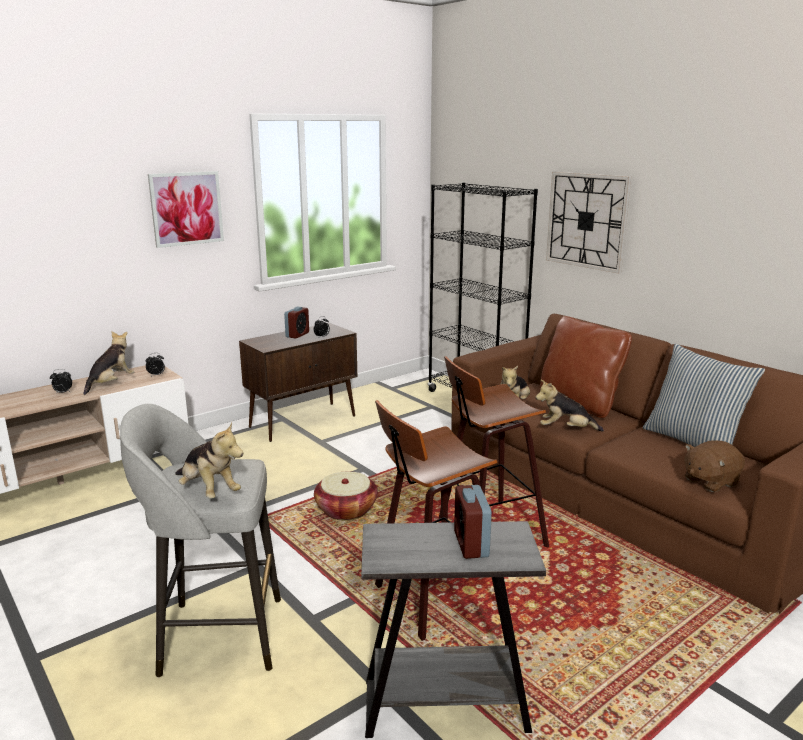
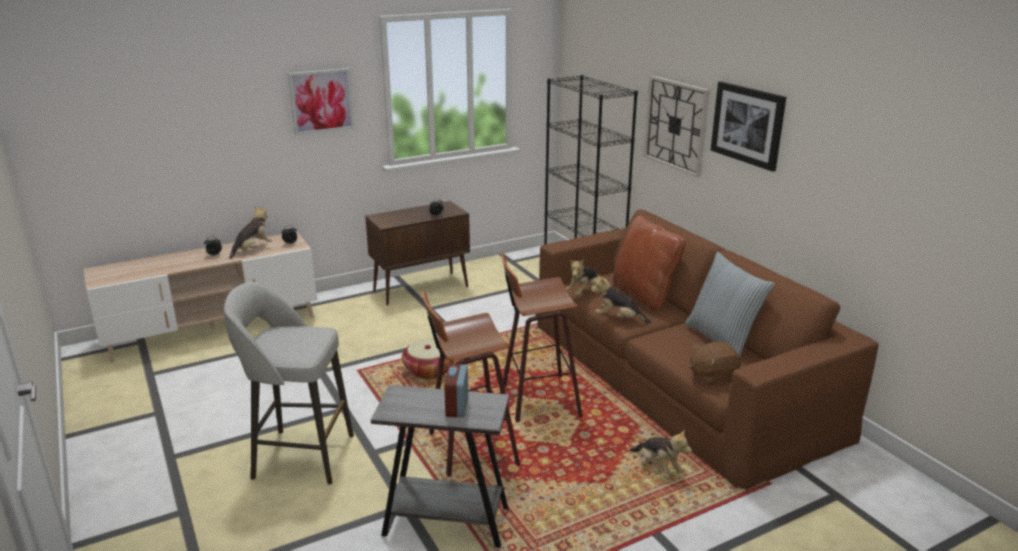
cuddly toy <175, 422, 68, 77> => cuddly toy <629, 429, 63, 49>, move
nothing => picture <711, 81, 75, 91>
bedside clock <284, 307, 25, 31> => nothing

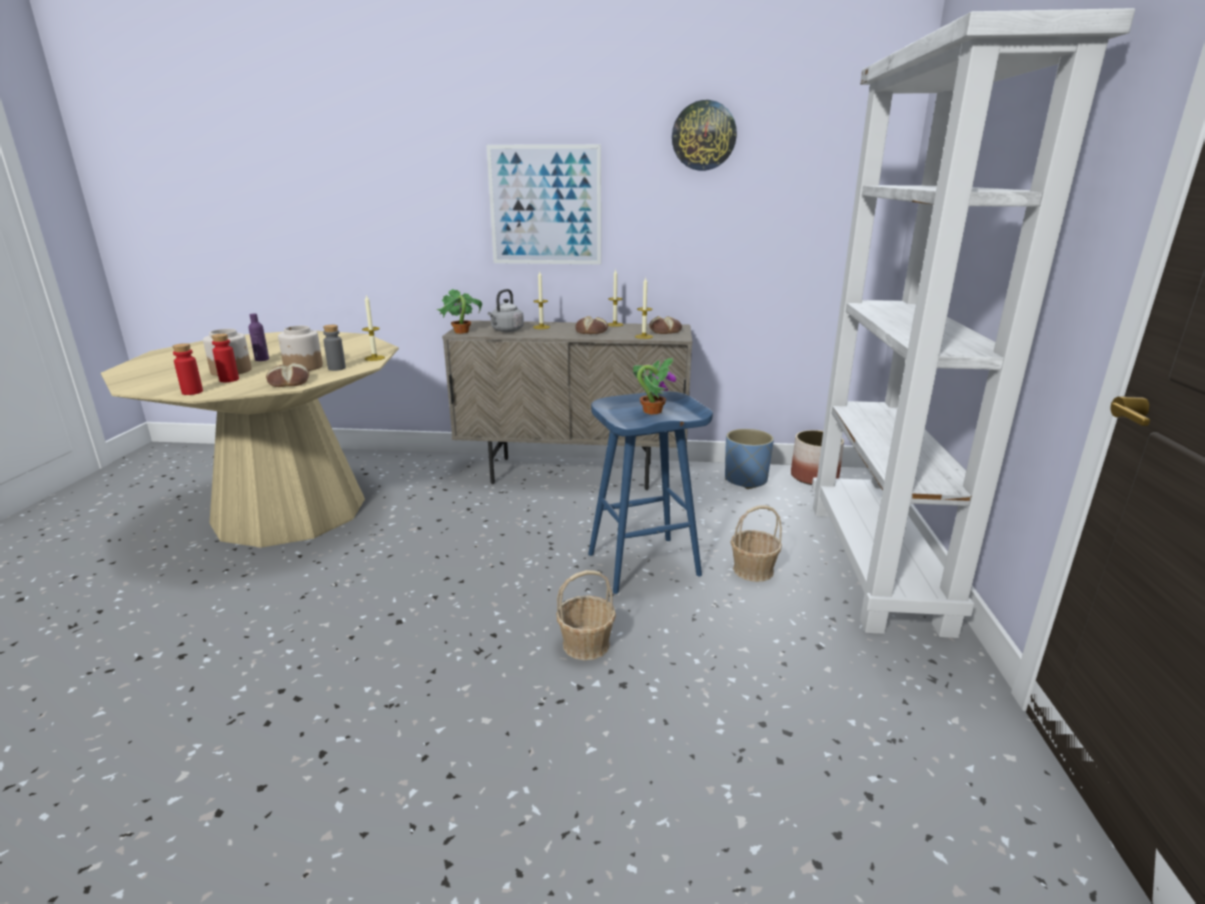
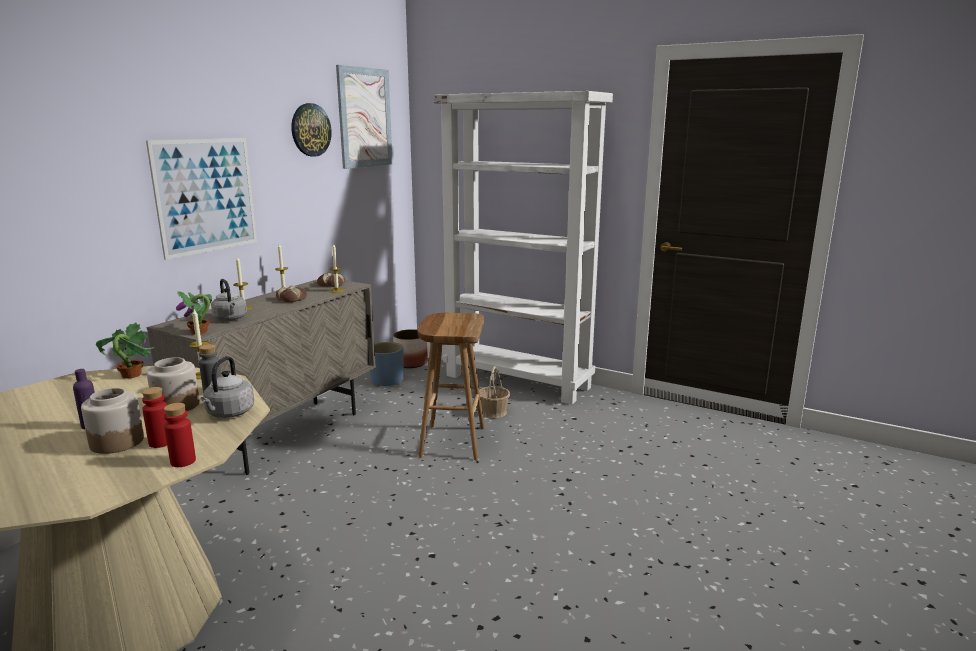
plant in a pot <633, 358, 43, 56> => plant in a pot <96, 323, 58, 55>, move
baked bread <266, 363, 43, 24> => gray kettle <200, 356, 54, 62>
nothing => picture <336, 65, 57, 104>
blue-coloured stool seat <588, 391, 125, 203> => brownish stool seat <418, 313, 67, 147>
basket <556, 570, 60, 90> => nothing

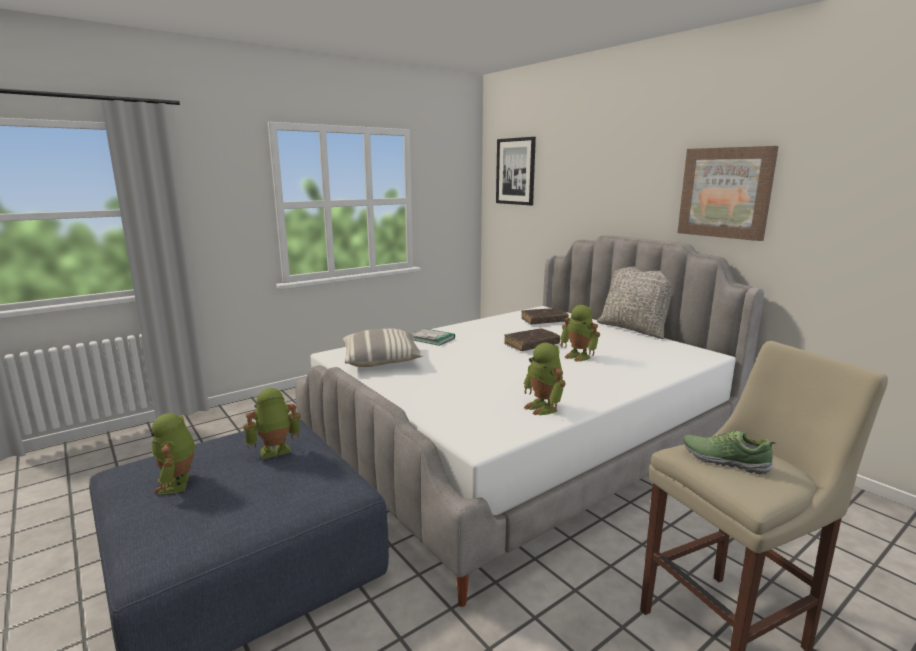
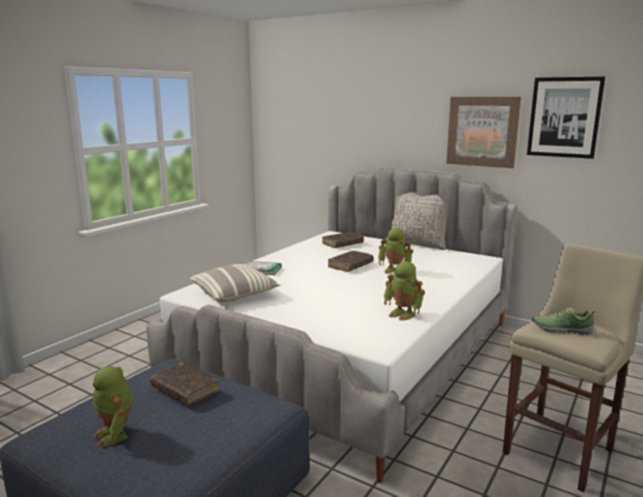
robot figure <243, 388, 58, 71> => brownish volume <150, 362, 70, 43>
picture <496, 137, 40, 68> => picture <527, 77, 78, 82>, move

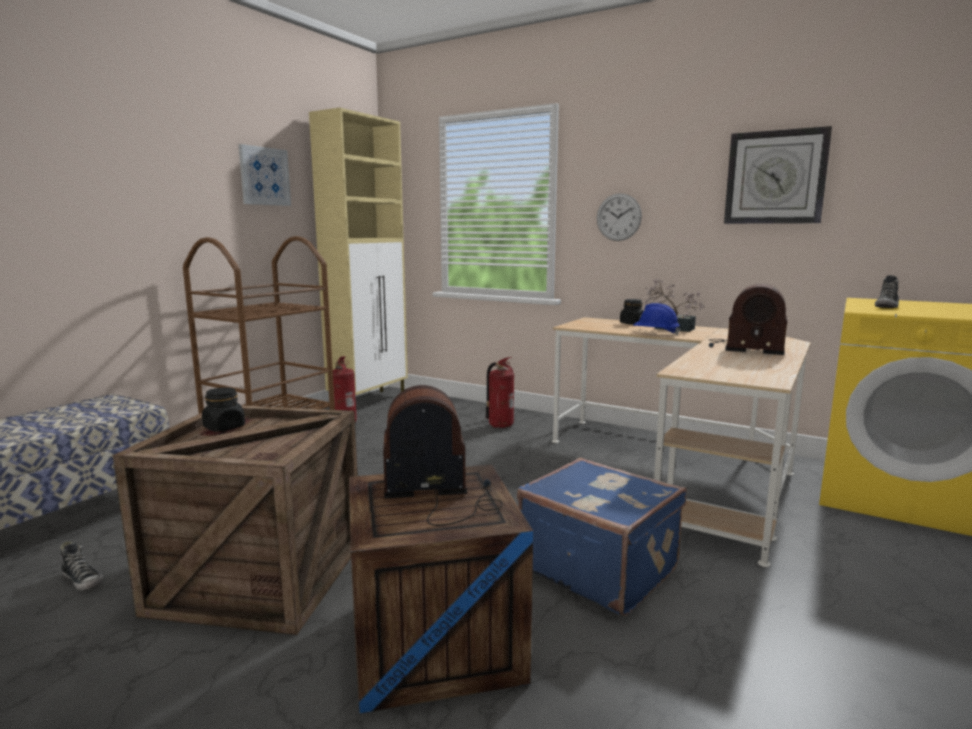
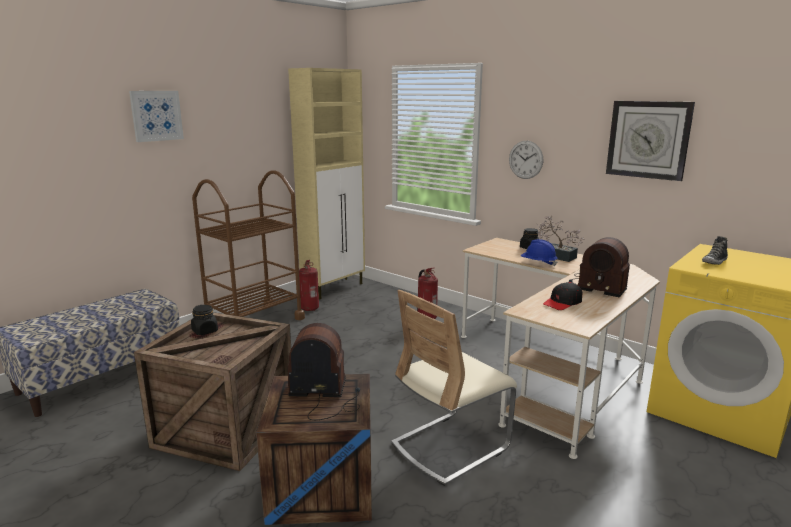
picture <239, 144, 52, 62> => picture <129, 91, 55, 51>, move
blue-coloured travel case <517, 458, 170, 158> => sand-coloured chair <391, 290, 126, 196>
nothing => black peaked cap <543, 282, 39, 28>
shoe <60, 542, 43, 48> => nothing

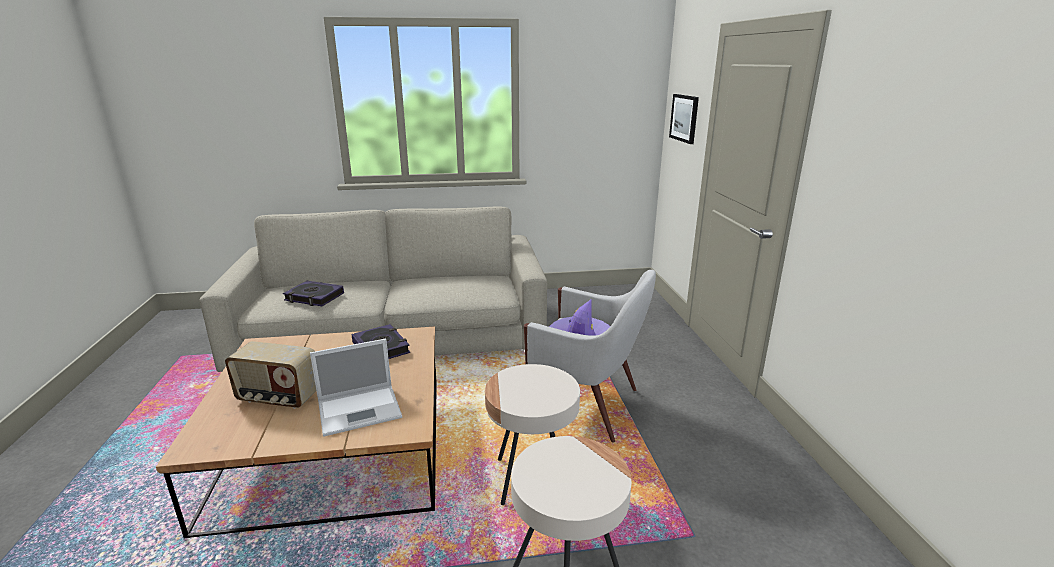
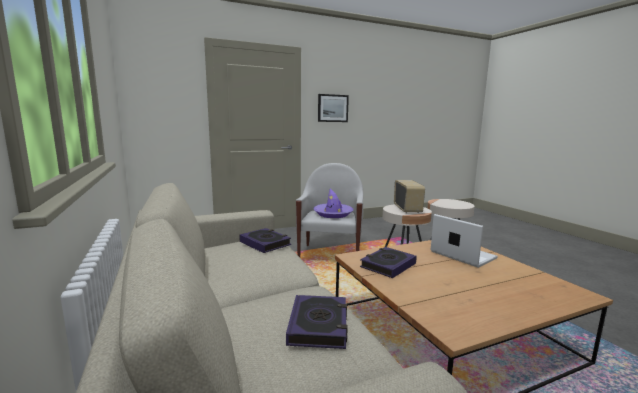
nothing => volume <239, 228, 52, 25>
picture <669, 94, 30, 50> => picture <318, 94, 31, 28>, move
radio set <225, 341, 91, 68> => radio set <394, 180, 31, 33>, move

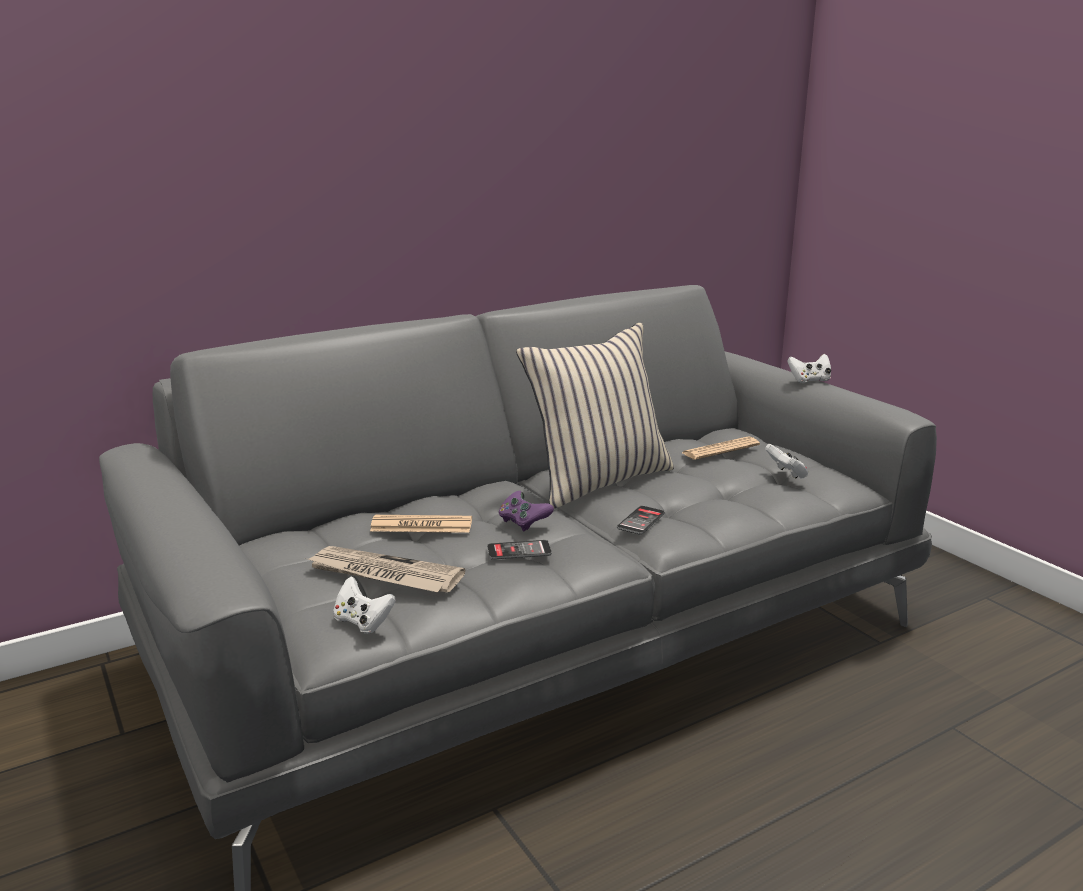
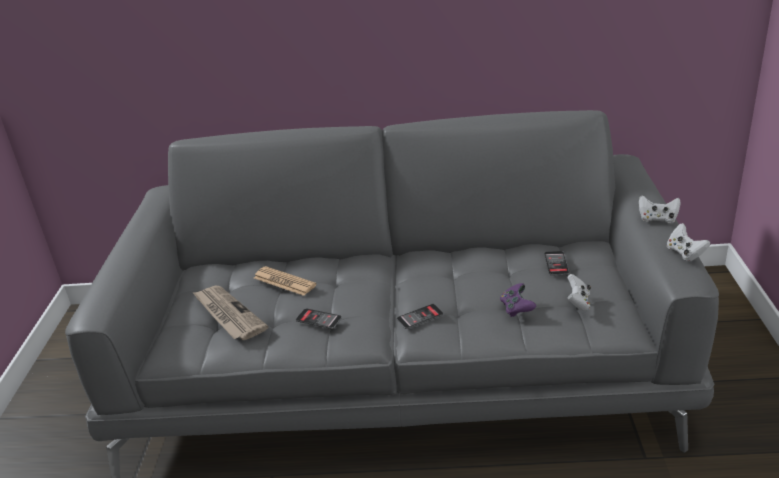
purple-coloured gamepad <498, 491, 56, 40> => purple-coloured gamepad <500, 283, 36, 34>, move
daily paper <682, 436, 78, 24> => phone <544, 251, 25, 24>
white gamepad <333, 576, 63, 58> => white gamepad <667, 223, 43, 39>, move
sand-coloured cushion <516, 323, 158, 186> => nothing

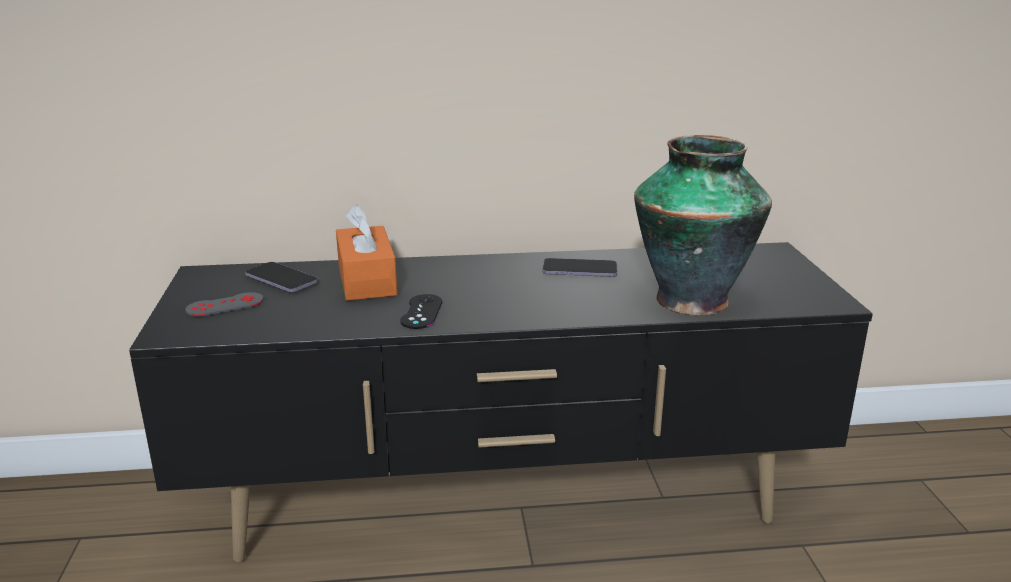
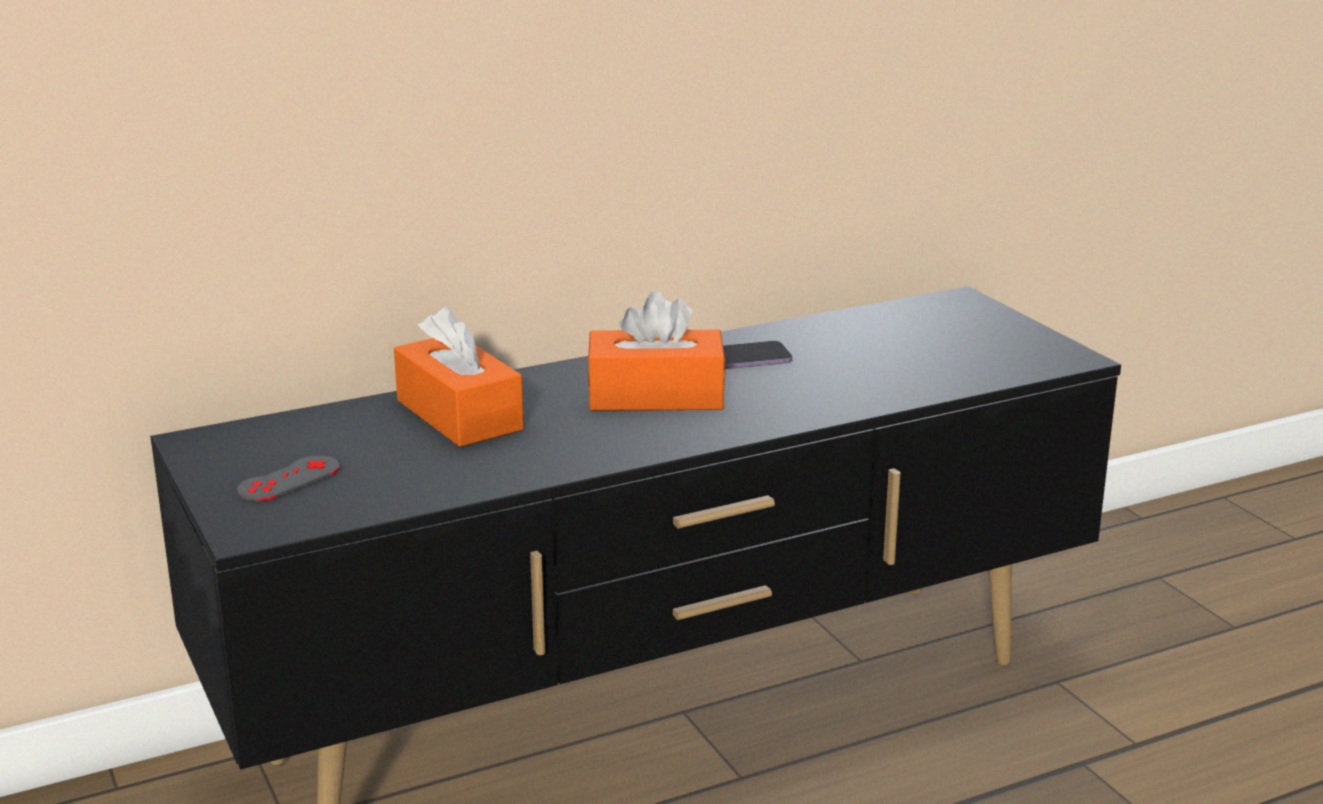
nothing => orange box of tissues <587, 291, 139, 120>
phone <245, 262, 73, 31> => nothing
black gamepad <400, 294, 42, 35> => nothing
decorative vase <634, 135, 138, 181> => nothing

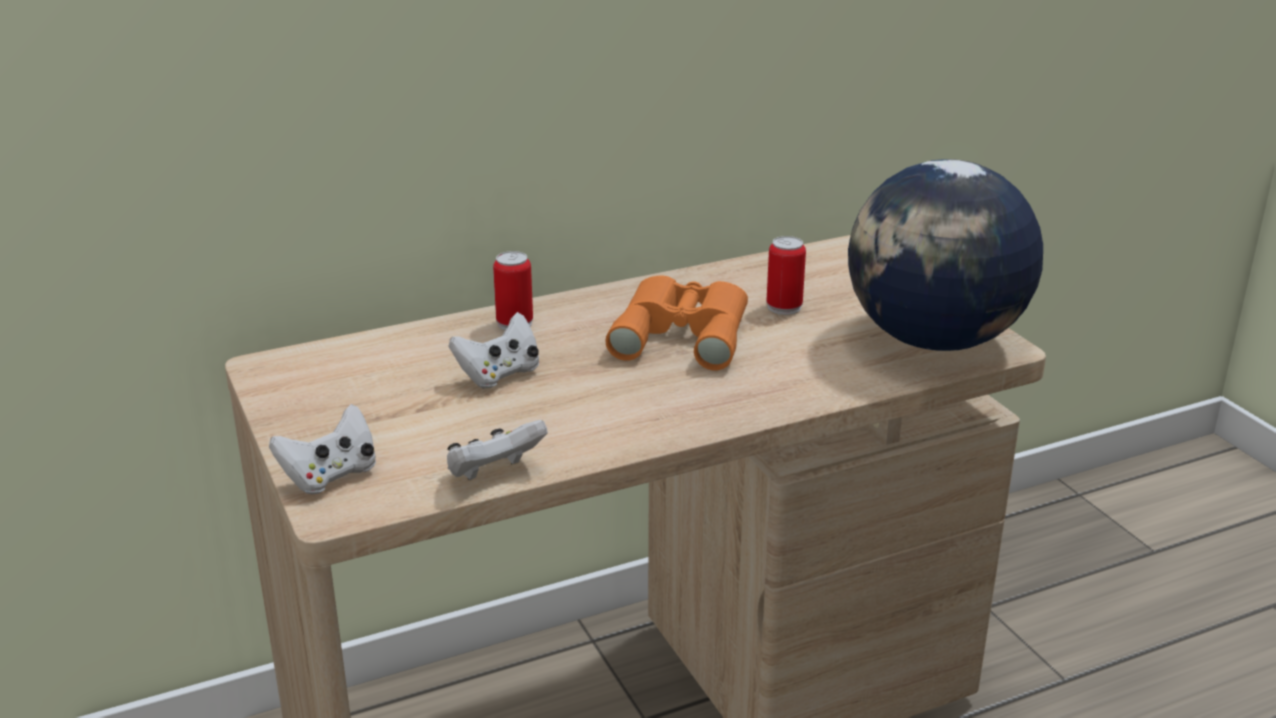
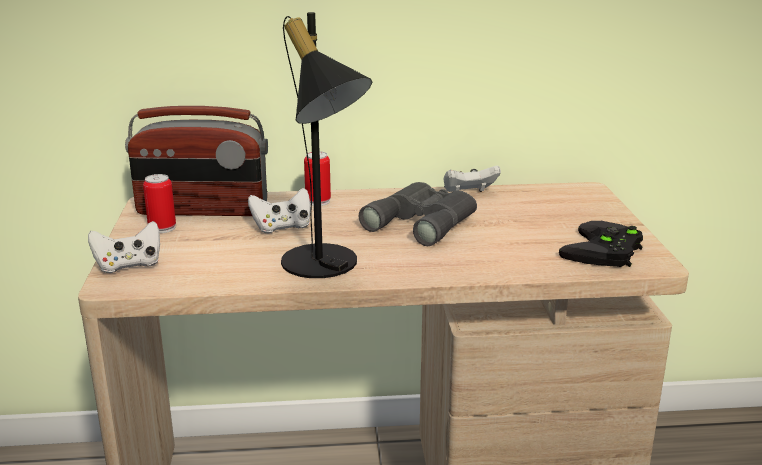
nothing => radio set <125, 106, 143, 110>
can <767, 236, 39, 79> => can <143, 174, 33, 59>, move
nothing => black table lamp <281, 12, 91, 266>
orange field glasses <605, 276, 143, 94> => gray field glasses <359, 182, 118, 64>
white gamepad <447, 420, 101, 60> => white gamepad <444, 165, 57, 27>, move
desk globe <848, 159, 195, 192> => black gamepad <559, 221, 84, 46>

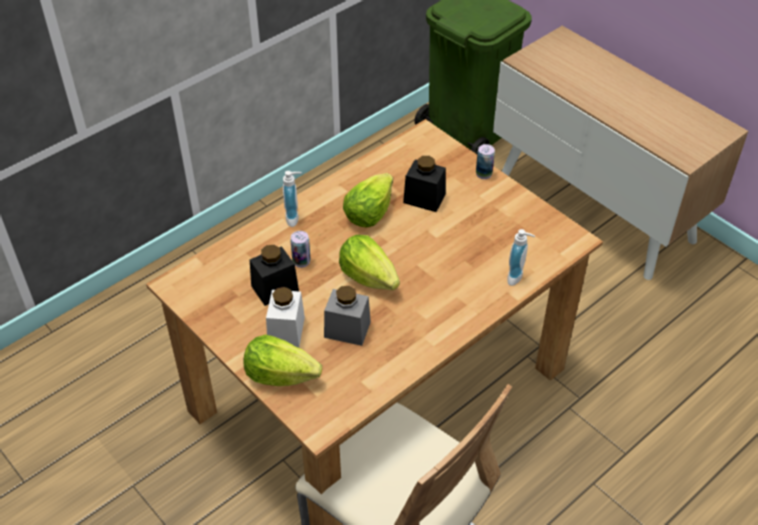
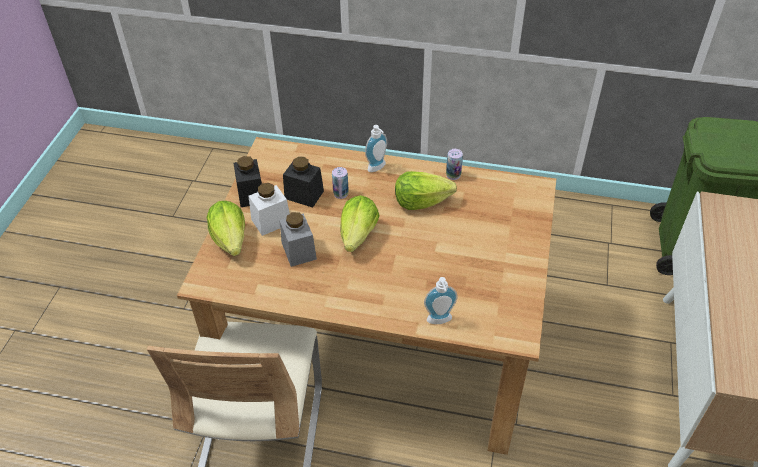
black storage jar <403, 156, 43, 56> => black storage jar <234, 156, 28, 51>, move
can <476, 144, 19, 35> => can <446, 149, 17, 31>, move

